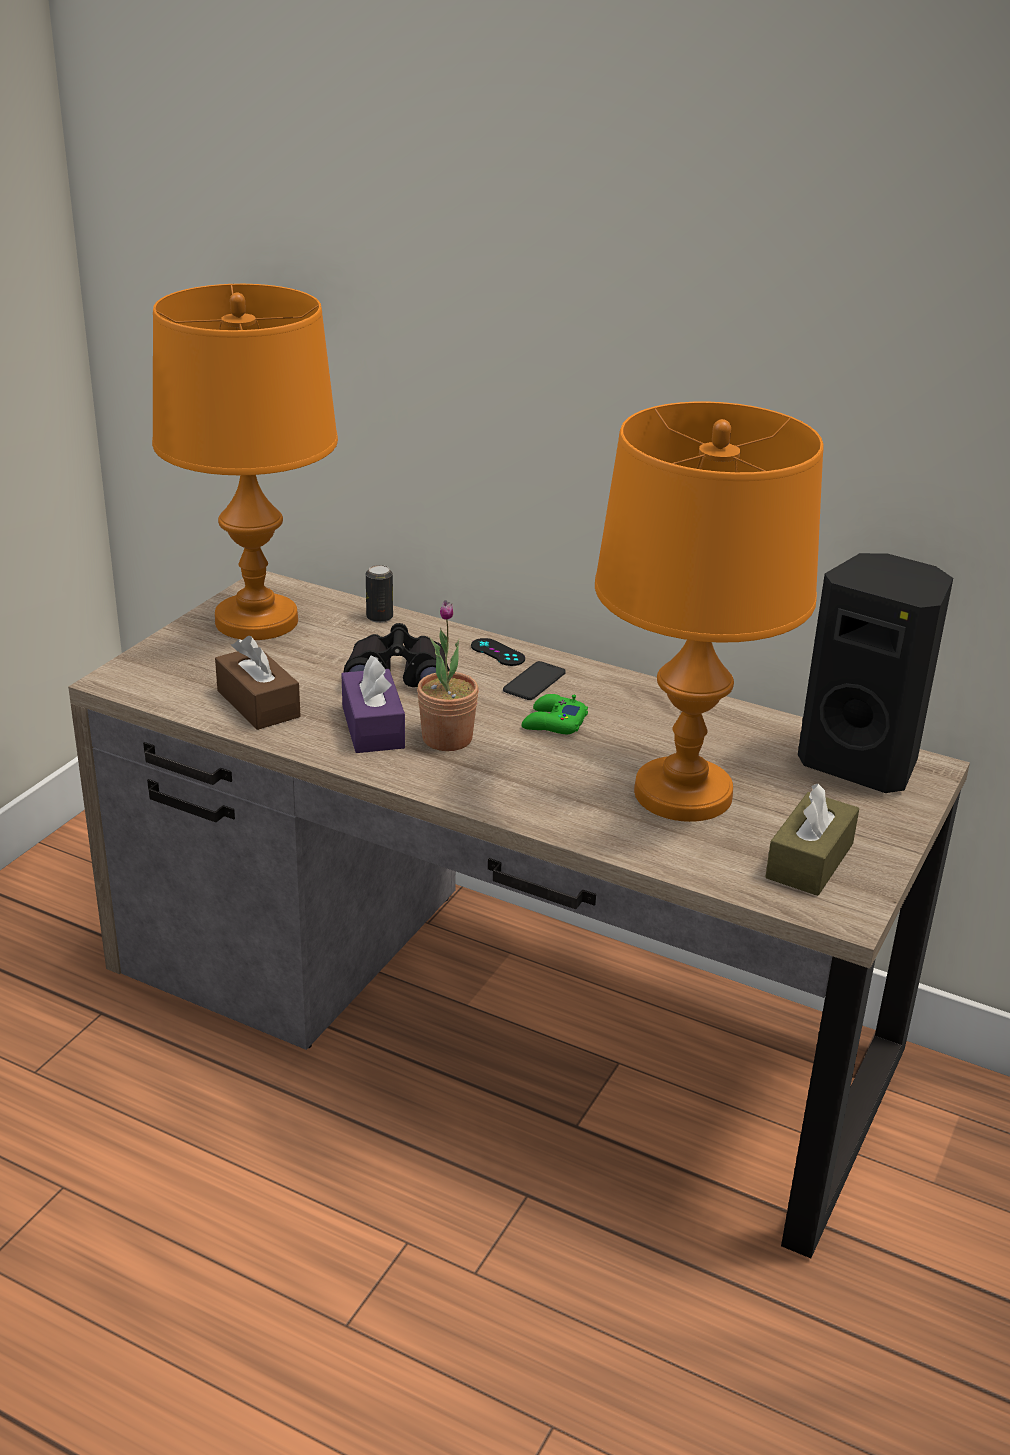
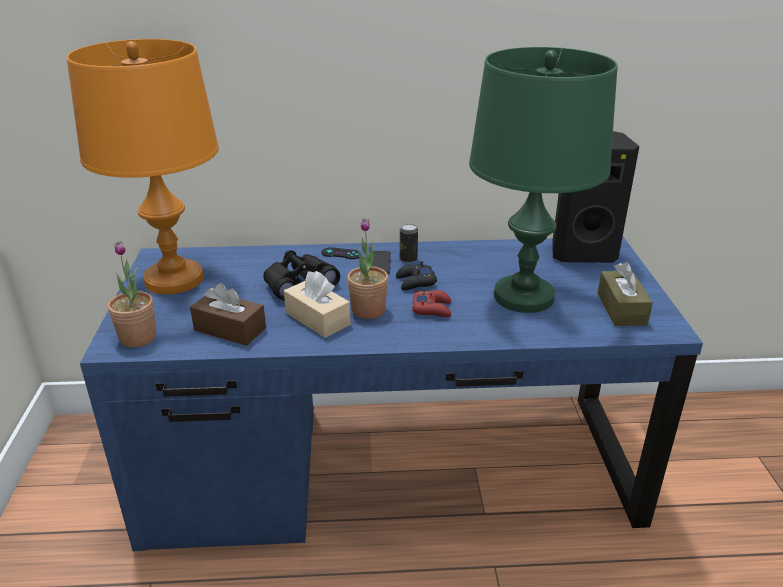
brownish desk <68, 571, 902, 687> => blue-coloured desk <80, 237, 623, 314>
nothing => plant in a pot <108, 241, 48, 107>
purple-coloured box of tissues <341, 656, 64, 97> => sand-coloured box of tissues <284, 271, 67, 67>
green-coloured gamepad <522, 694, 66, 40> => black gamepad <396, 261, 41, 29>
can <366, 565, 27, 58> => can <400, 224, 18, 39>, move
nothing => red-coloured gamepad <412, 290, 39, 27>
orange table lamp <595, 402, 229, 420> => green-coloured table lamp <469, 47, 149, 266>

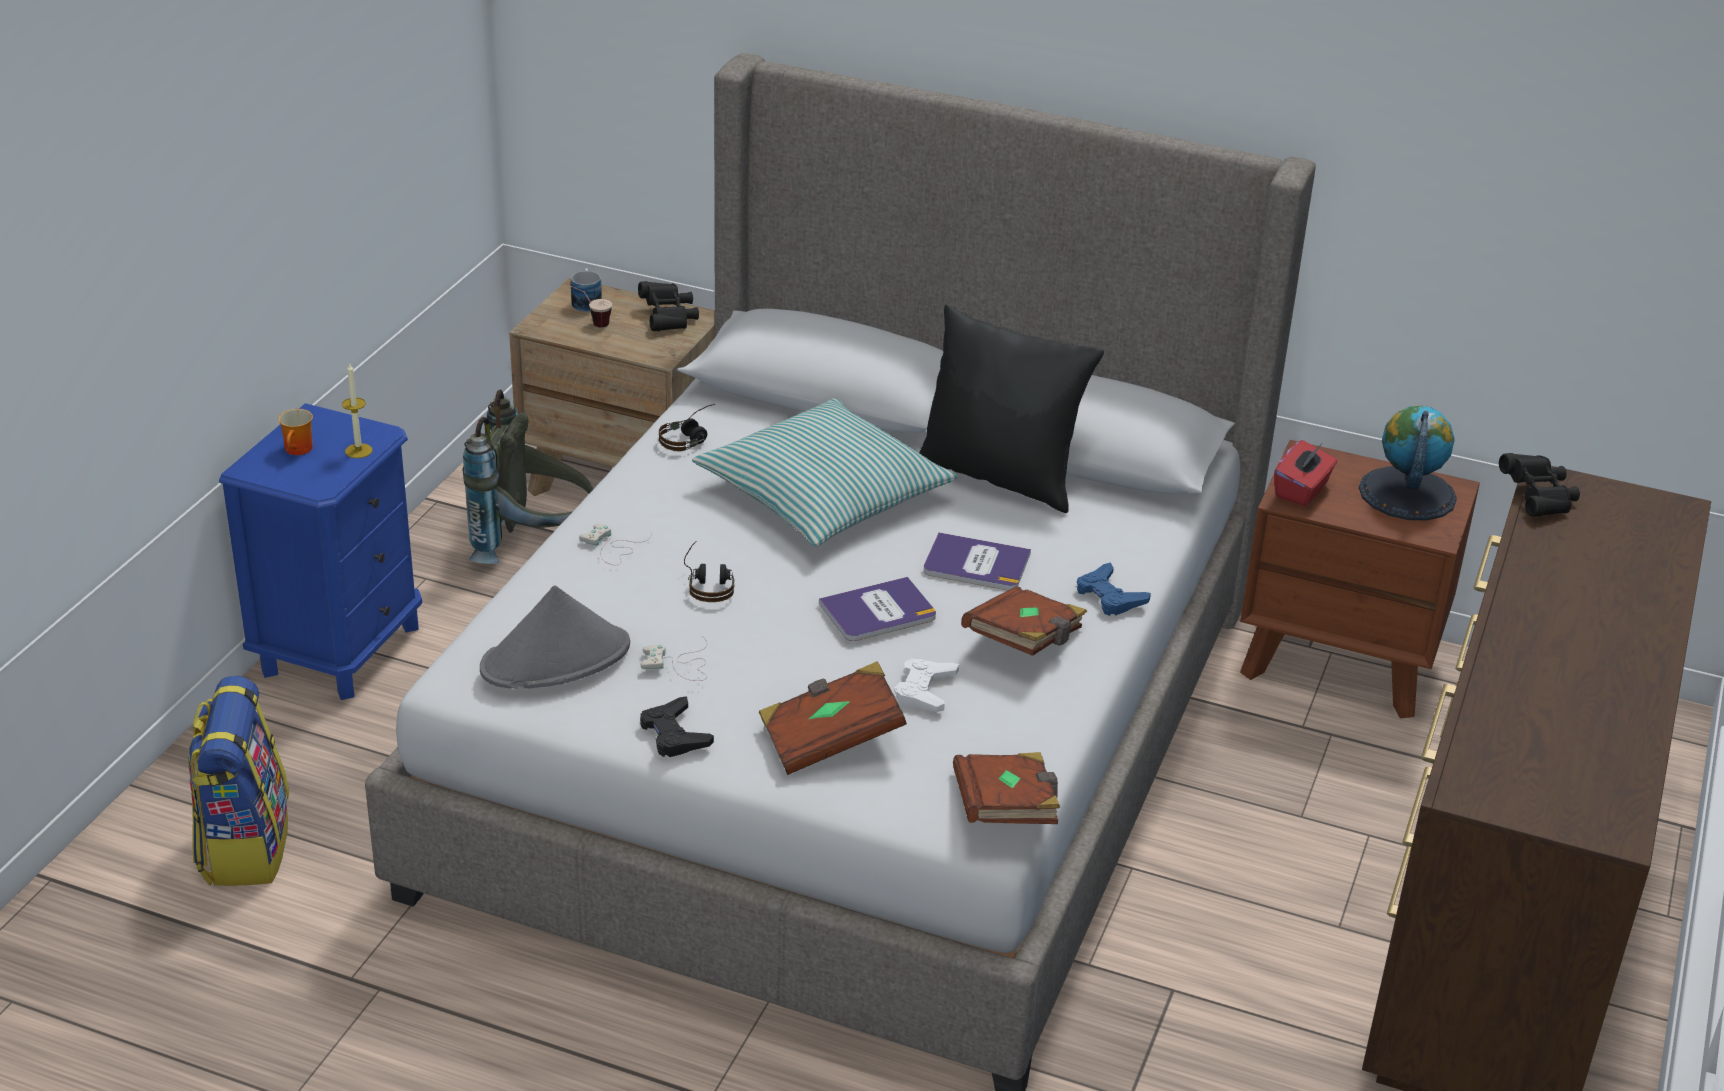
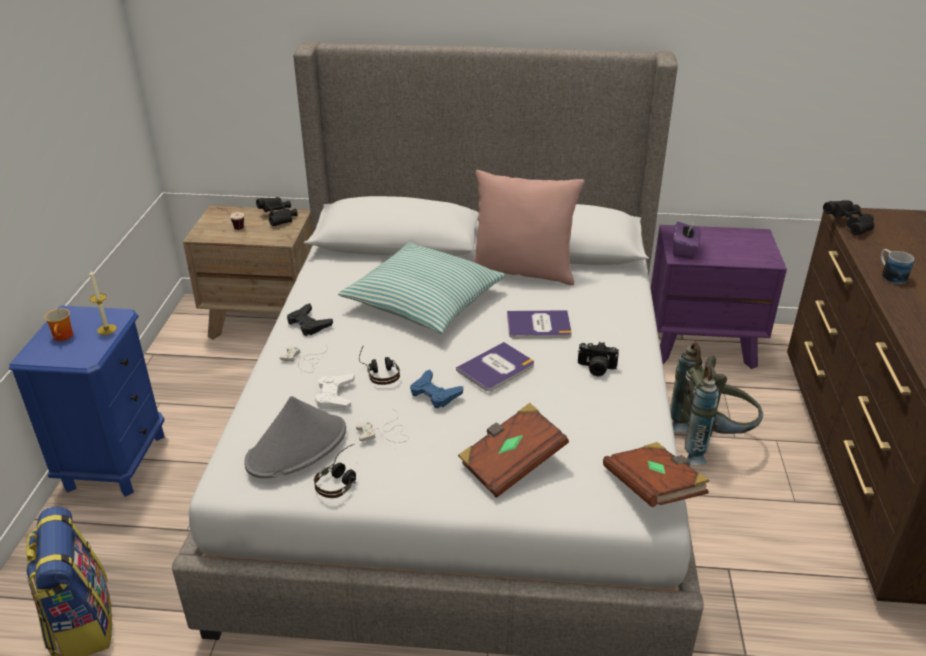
black gamepad <640, 696, 74, 61> => black gamepad <287, 303, 46, 33>, move
pair of headphones <659, 404, 56, 47> => pair of headphones <314, 444, 42, 54>, move
white gamepad <894, 658, 65, 54> => white gamepad <315, 374, 40, 35>, move
blue-coloured gamepad <1077, 562, 74, 54> => blue-coloured gamepad <410, 369, 53, 39>, move
black cushion <919, 305, 185, 208> => pink cushion <473, 170, 111, 115>
brownish volume <961, 586, 126, 70> => still camera <578, 342, 41, 34>
brownish nightstand <1240, 440, 240, 278> => purple-coloured nightstand <651, 225, 136, 144>
gray backpack <463, 390, 131, 174> => gray backpack <670, 343, 93, 122>, move
red-coloured box of tissues <1274, 440, 63, 66> => purple-coloured box of tissues <673, 221, 28, 37>
mug <571, 268, 31, 44> => mug <881, 249, 33, 35>, move
desk globe <1359, 405, 98, 116> => nothing

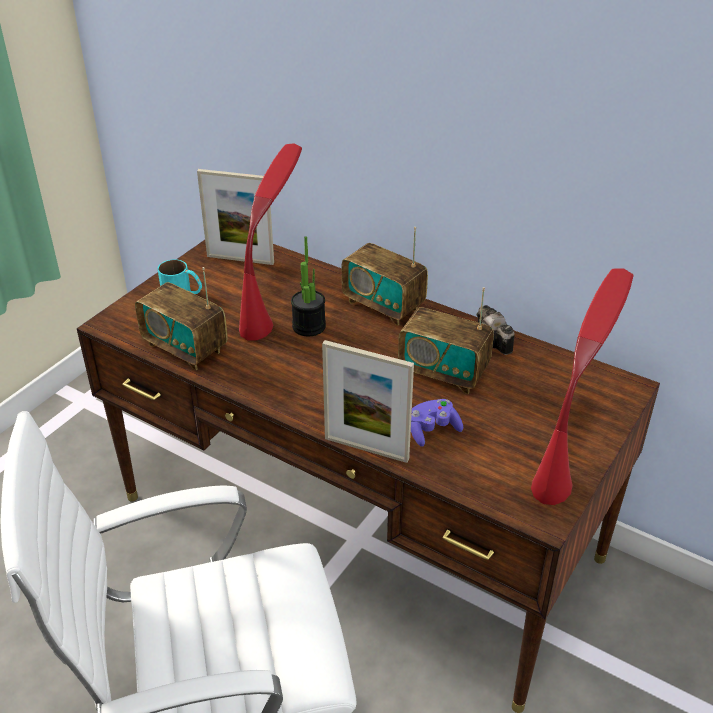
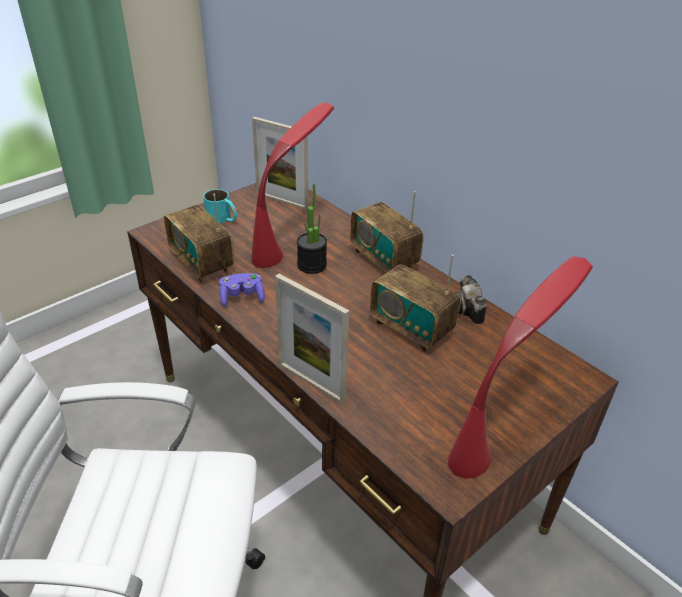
purple-coloured gamepad <411, 399, 52, 48> => purple-coloured gamepad <219, 273, 46, 34>, move

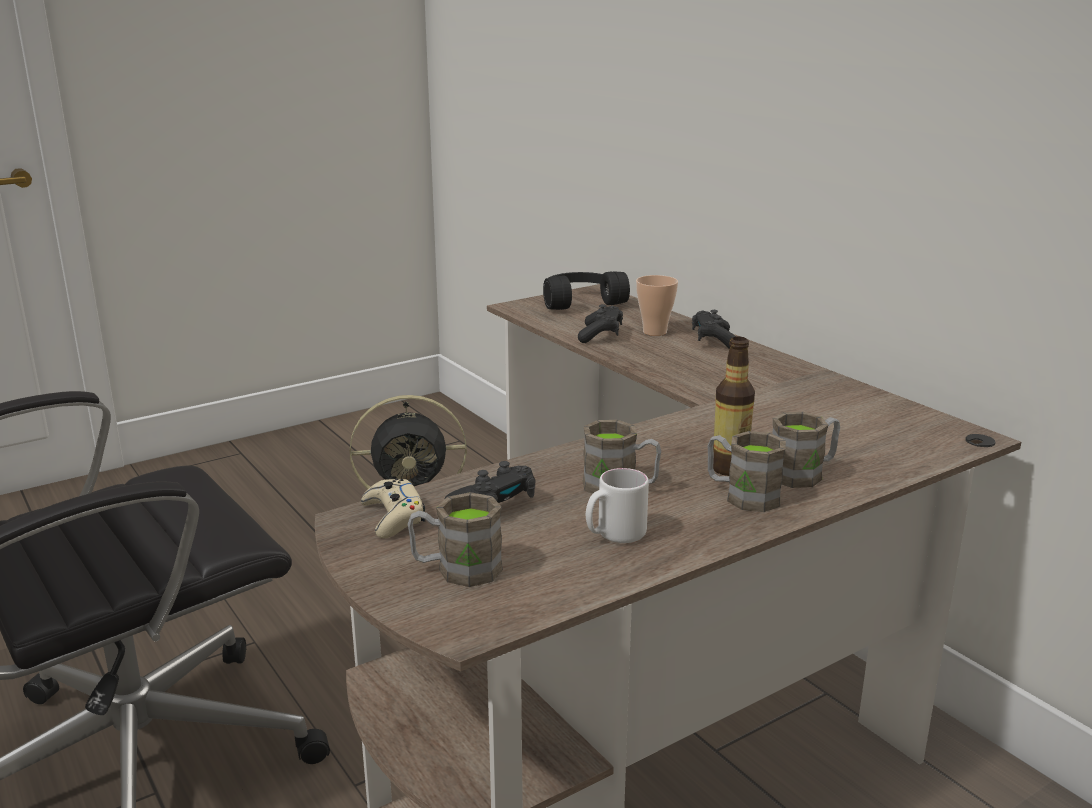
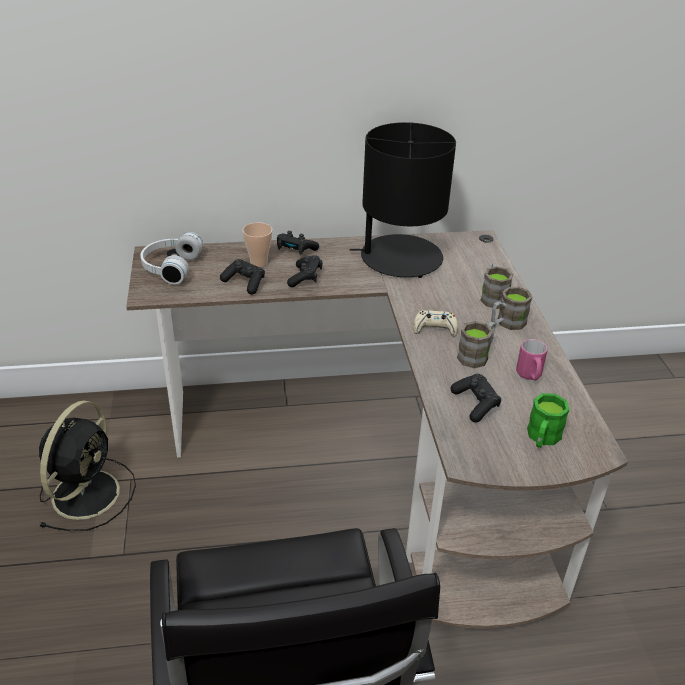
black pair of headphones <543, 271, 87, 39> => white pair of headphones <140, 232, 63, 53>
nothing => black gamepad <287, 255, 35, 32>
nothing => black table lamp <350, 122, 106, 156>
sand-coloured gamepad <361, 478, 64, 61> => sand-coloured gamepad <413, 310, 45, 27>, move
white mug <586, 468, 63, 75> => pink mug <516, 339, 32, 41>
brownish mug <408, 492, 95, 95> => green-coloured mug <527, 393, 43, 55>
beverage bottle <713, 336, 42, 140> => nothing

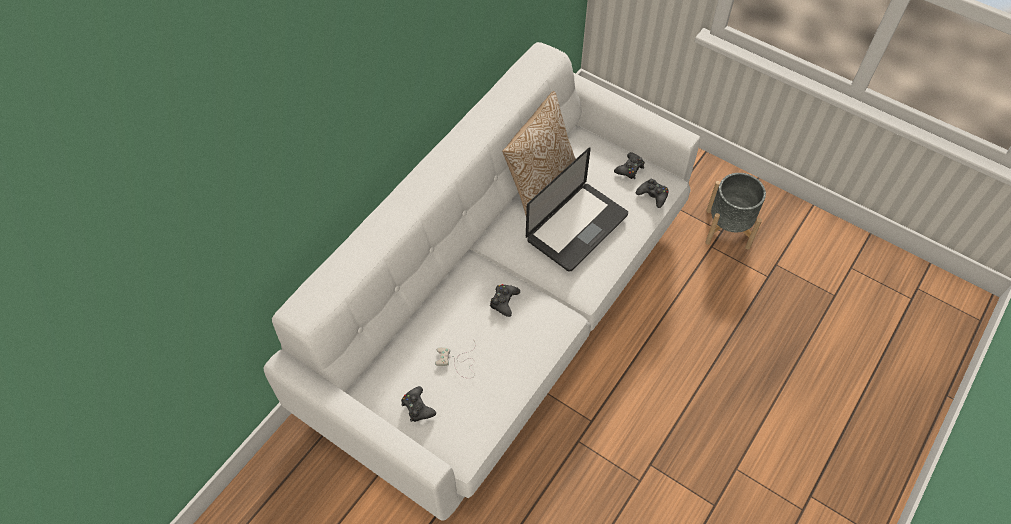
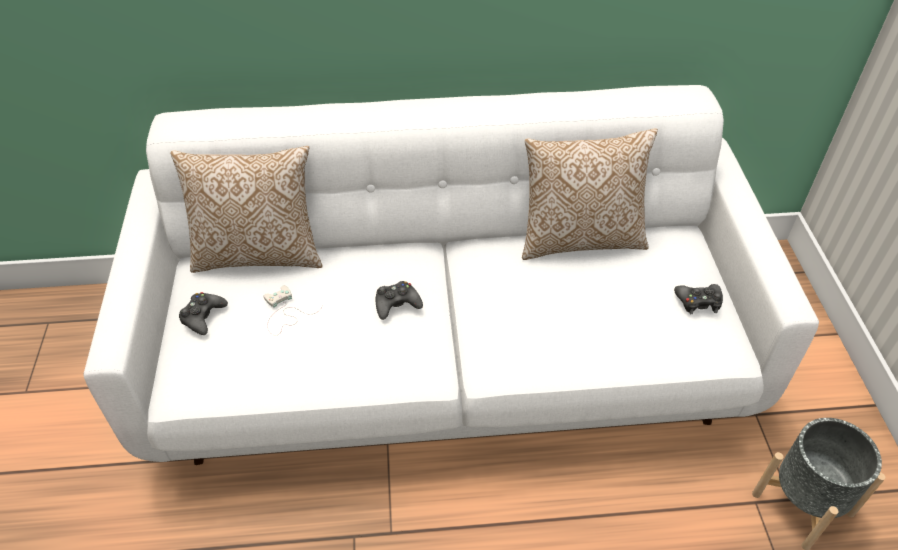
nothing => cushion <170, 146, 153, 127>
laptop <526, 148, 102, 124> => nothing
black gamepad <636, 179, 32, 29> => nothing

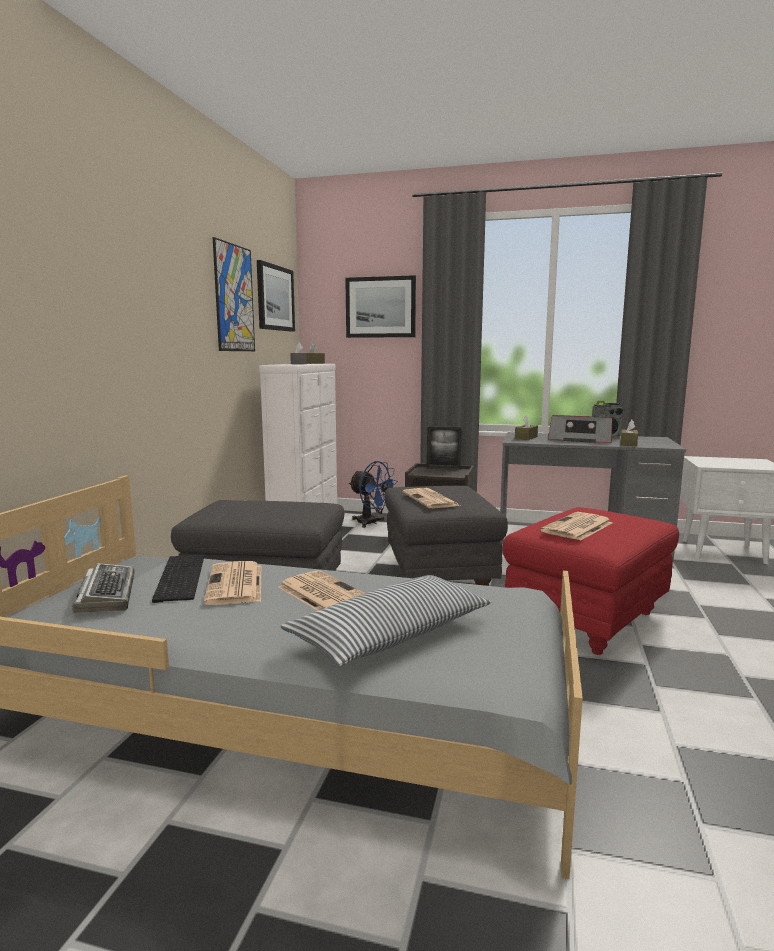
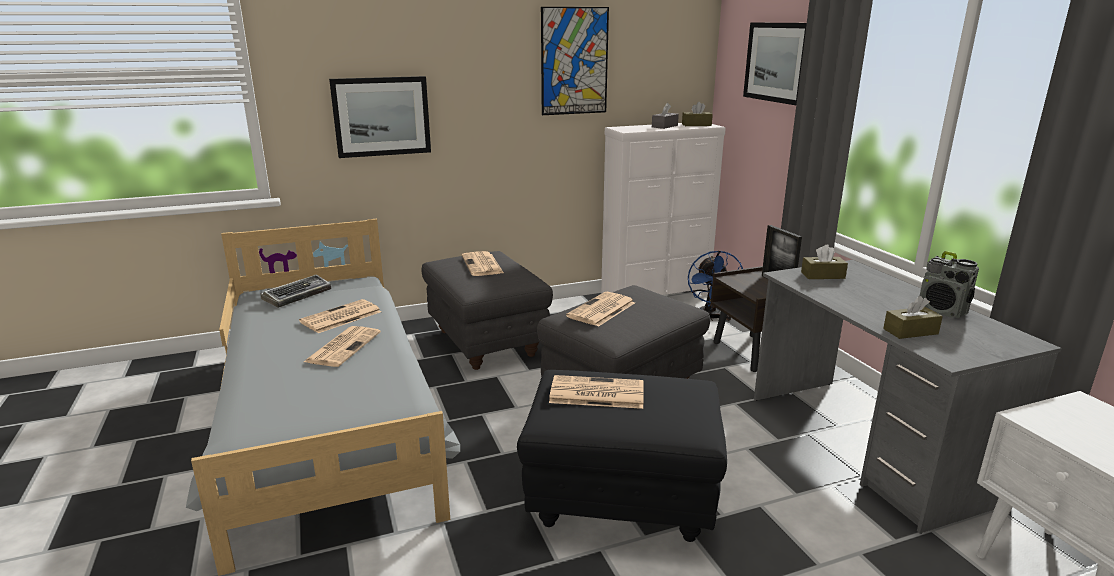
picture <257, 260, 38, 72> => picture <329, 76, 102, 82>, move
nothing => daily paper <462, 251, 42, 25>
red-coloured footrest <503, 507, 176, 148> => black footrest <517, 370, 210, 172>
keyboard <152, 555, 52, 48> => nothing
cushion <280, 575, 212, 91> => nothing
radio set <548, 415, 64, 28> => nothing

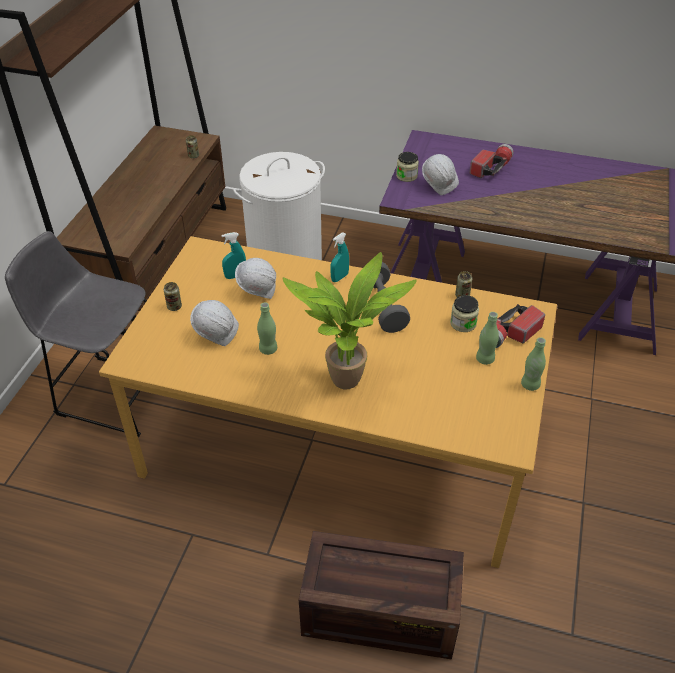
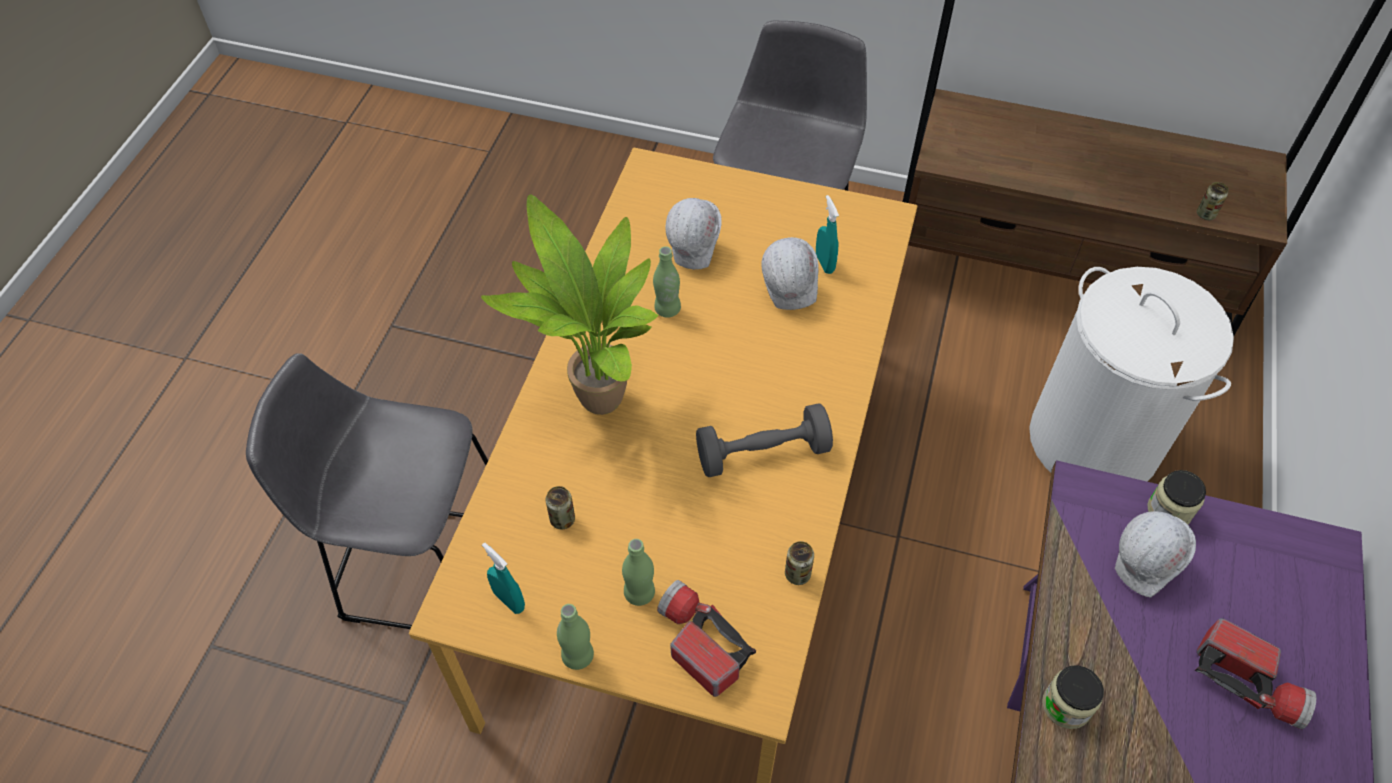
crate <299, 531, 165, 128> => gray stool seat <246, 353, 242, 276>
turquoise sprayer <330, 233, 19, 49> => turquoise sprayer <482, 543, 43, 71>, move
can <164, 282, 18, 29> => can <545, 486, 30, 43>, move
storage jar <450, 295, 29, 37> => storage jar <1042, 665, 62, 64>, move

